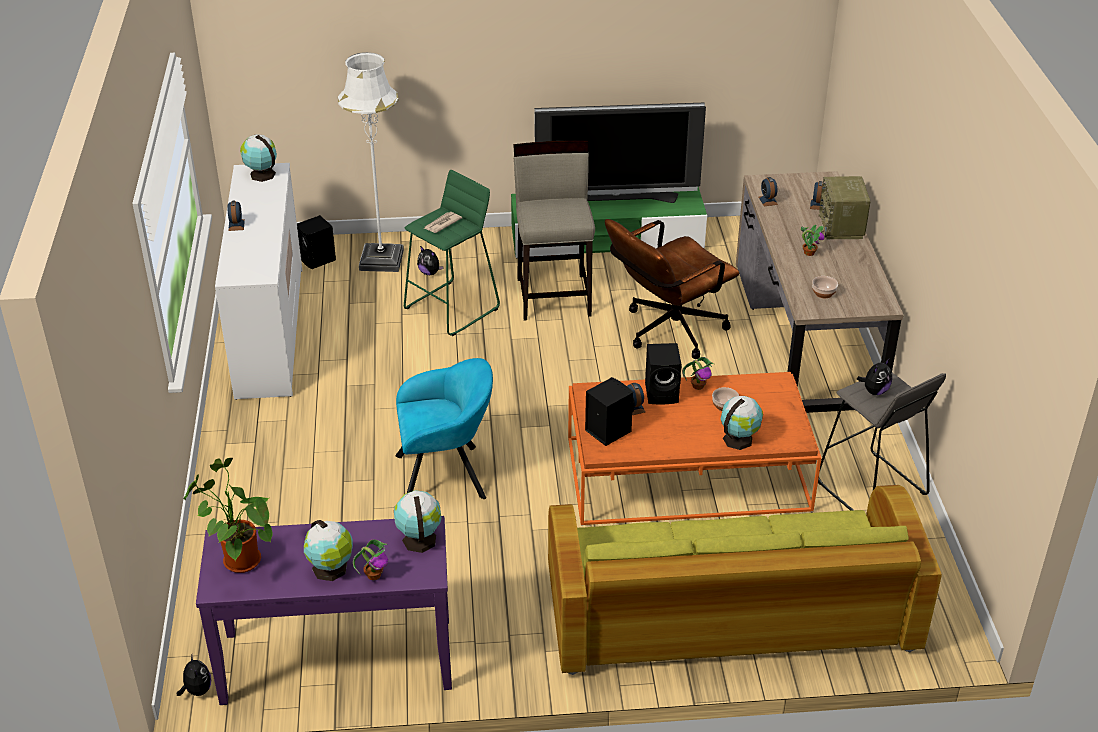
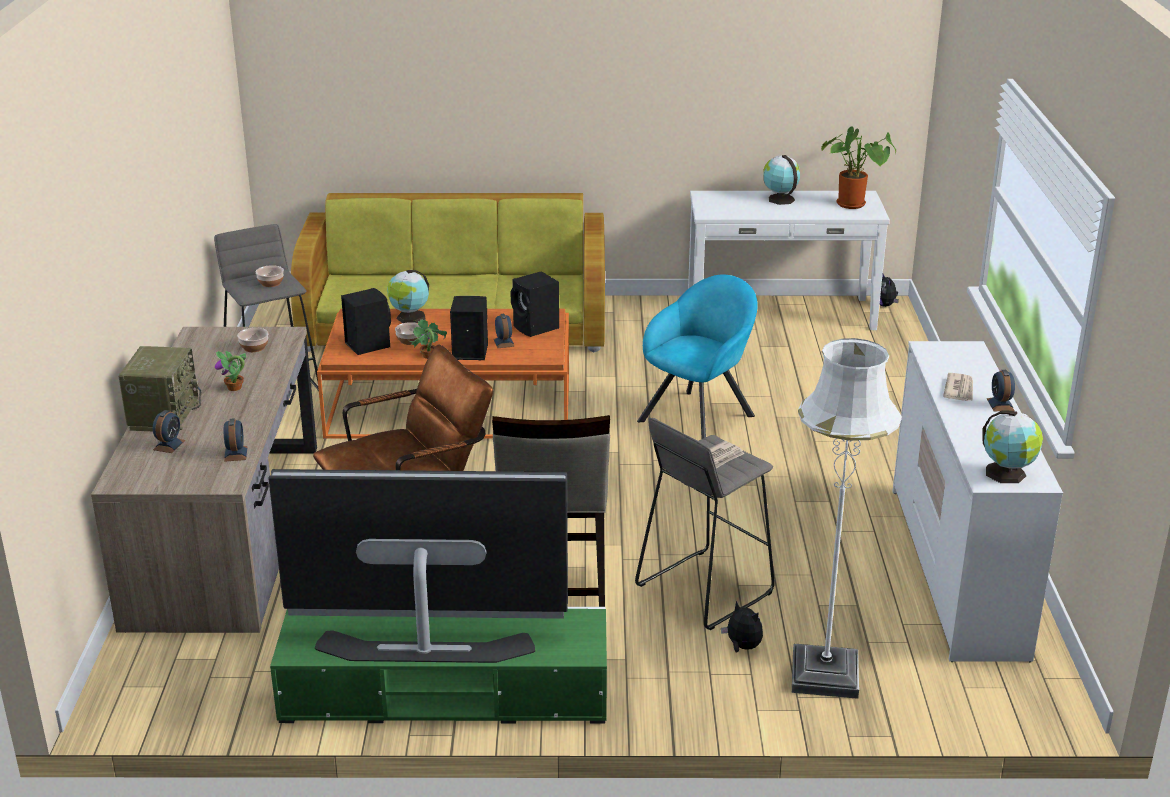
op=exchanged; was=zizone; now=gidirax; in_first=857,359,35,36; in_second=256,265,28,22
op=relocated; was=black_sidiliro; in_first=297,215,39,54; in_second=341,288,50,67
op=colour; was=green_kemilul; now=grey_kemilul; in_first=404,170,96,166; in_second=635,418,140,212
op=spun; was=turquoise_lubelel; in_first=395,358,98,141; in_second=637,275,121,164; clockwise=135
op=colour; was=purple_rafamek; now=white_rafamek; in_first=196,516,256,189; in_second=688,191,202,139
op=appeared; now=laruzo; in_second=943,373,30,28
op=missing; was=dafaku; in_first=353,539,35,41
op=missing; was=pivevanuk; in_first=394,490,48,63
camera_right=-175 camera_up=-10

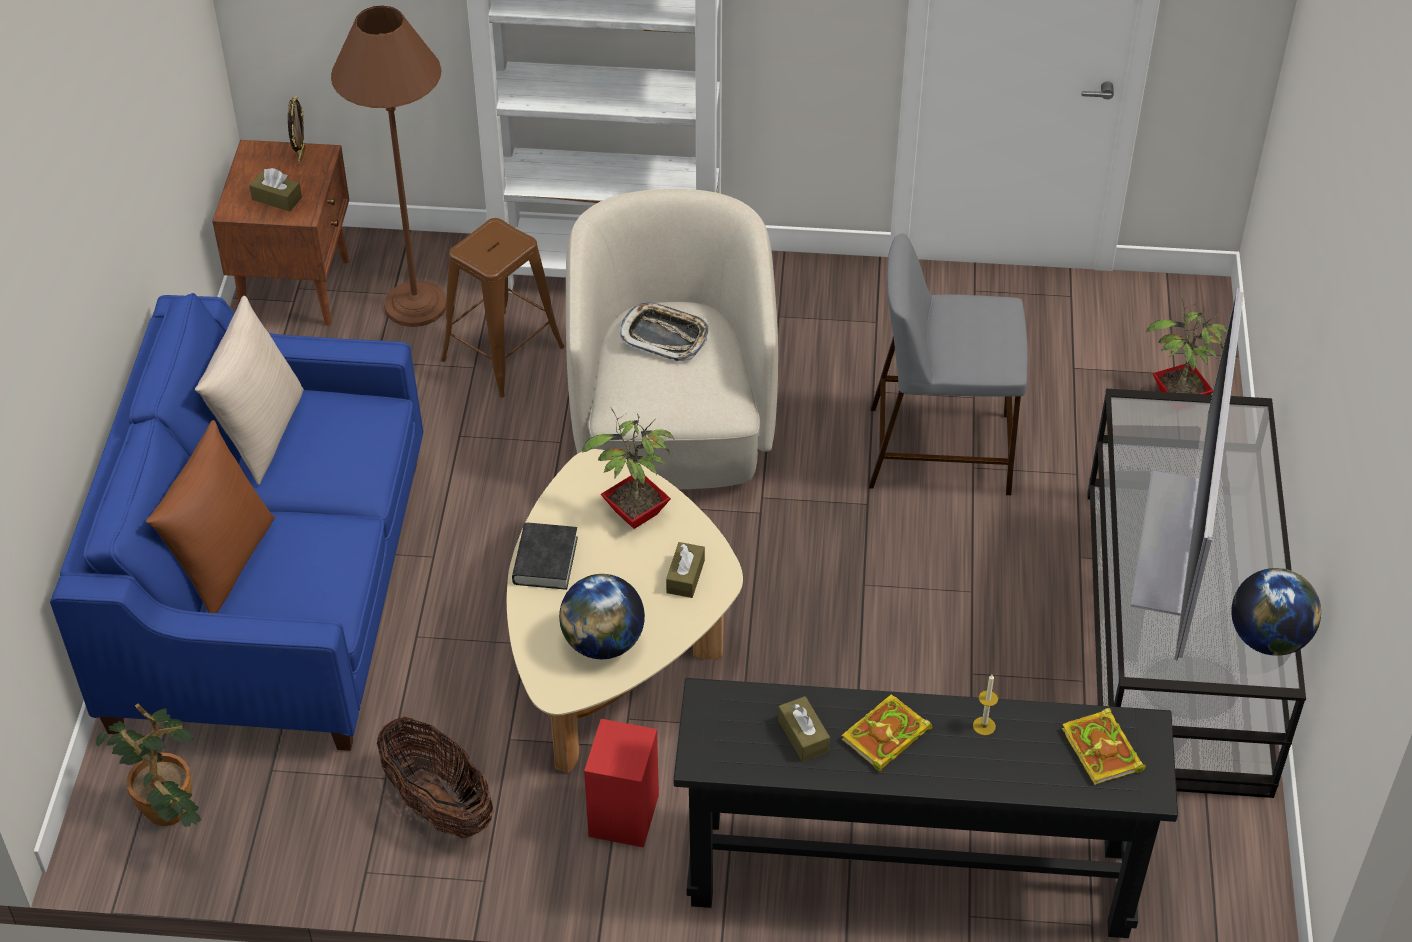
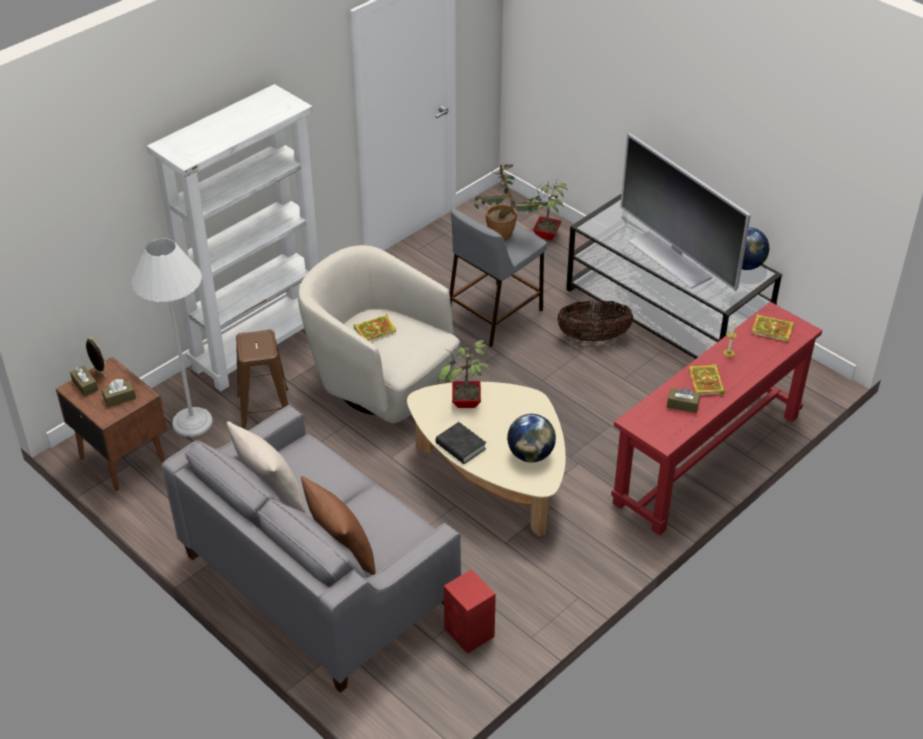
op=relocated; was=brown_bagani; in_first=666,542,39,56; in_second=70,366,28,30
op=colour; was=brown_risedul; now=white_risedul; in_first=331,6,115,321; in_second=132,238,81,199
op=colour; was=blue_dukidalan; now=grey_dukidalan; in_first=50,293,373,458; in_second=162,405,299,288
op=exchanged; was=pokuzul; now=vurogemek; in_first=620,302,89,59; in_second=353,314,44,27
op=relocated; was=red_sidiliro; in_first=584,719,75,129; in_second=444,569,52,85
op=relocated; was=dafaku; in_first=96,704,105,123; in_second=474,164,72,77
op=relocated; was=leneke; in_first=377,717,116,122; in_second=557,300,77,42
op=colour; was=black_rafamek; now=red_rafamek; in_first=673,678,505,260; in_second=611,302,211,234
camera_right=-50 camera_up=-5

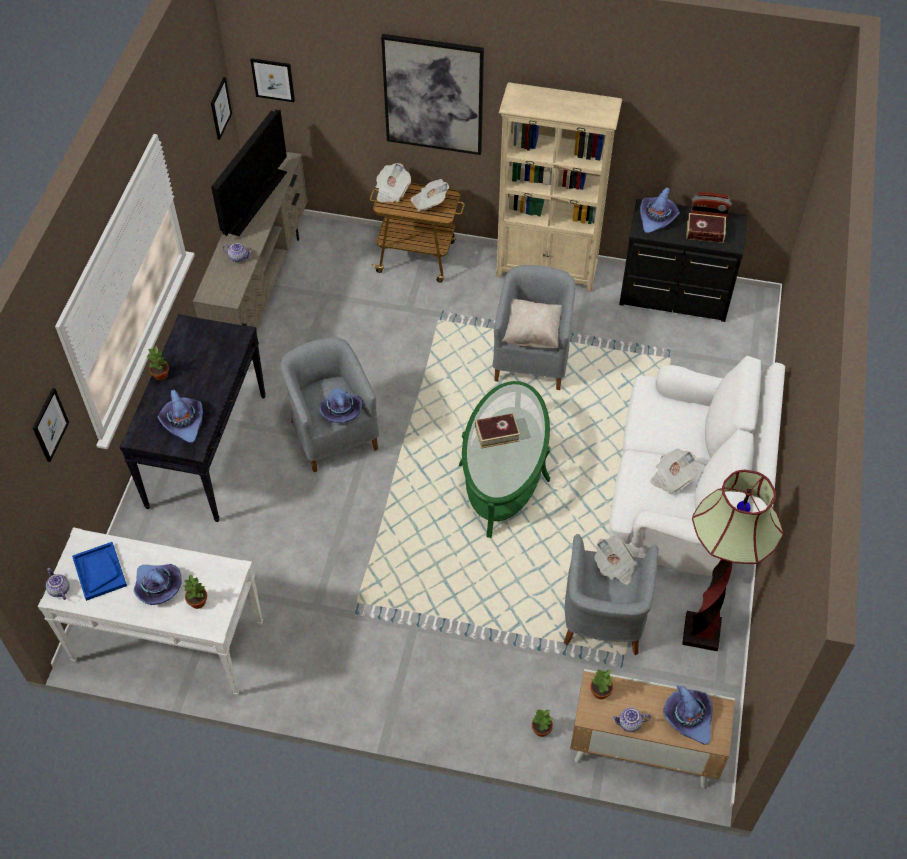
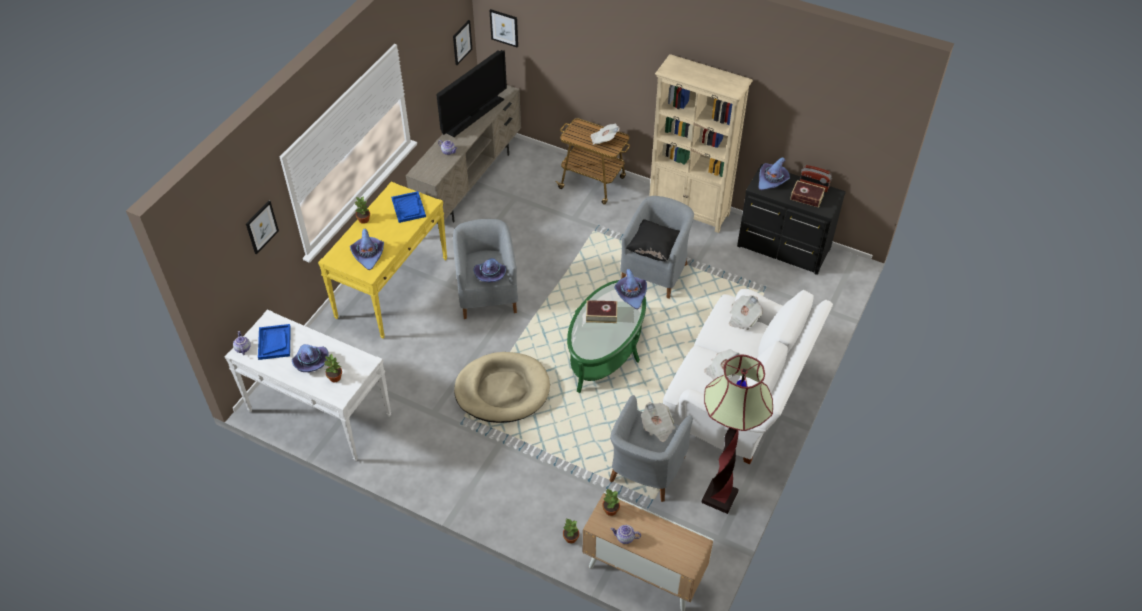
op=colour; was=black_rafamek; now=yellow_rafamek; in_first=120,314,146,208; in_second=318,182,130,157
op=appeared; now=blue_pokuzul; in_second=391,191,35,32
op=appeared; now=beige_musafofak; in_second=454,352,96,71
op=relocated; was=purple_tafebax; in_first=663,686,50,59; in_second=614,269,33,40
op=colour; was=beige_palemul; now=black_palemul; in_first=502,298,60,50; in_second=626,219,54,42
op=relocated; was=laruzo; in_first=376,163,35,39; in_second=729,295,34,35
op=missing; was=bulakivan; in_first=381,34,103,121
camera_right=15 camera_up=-5

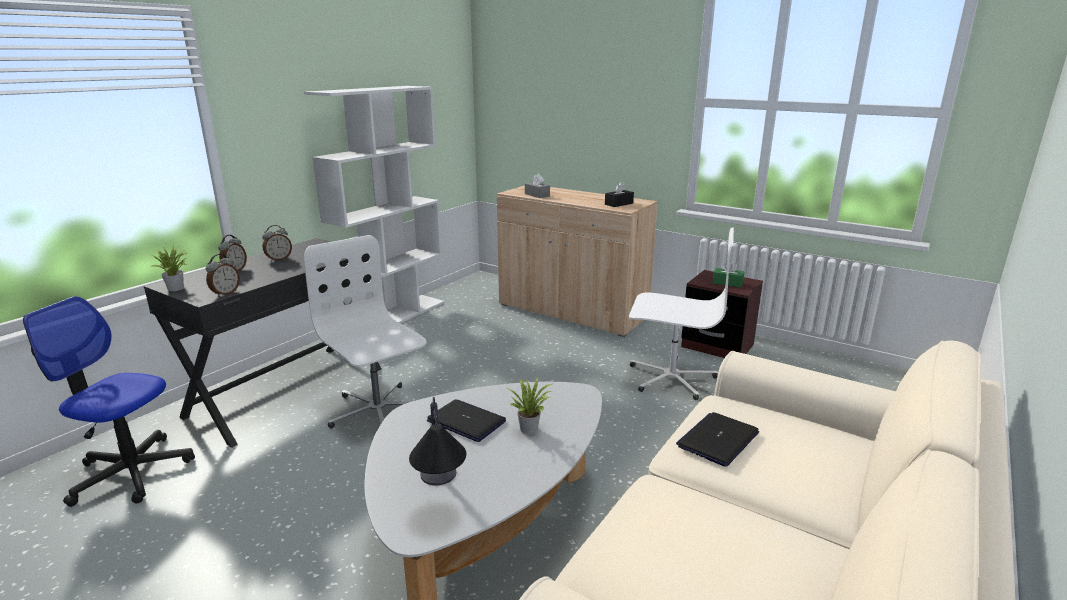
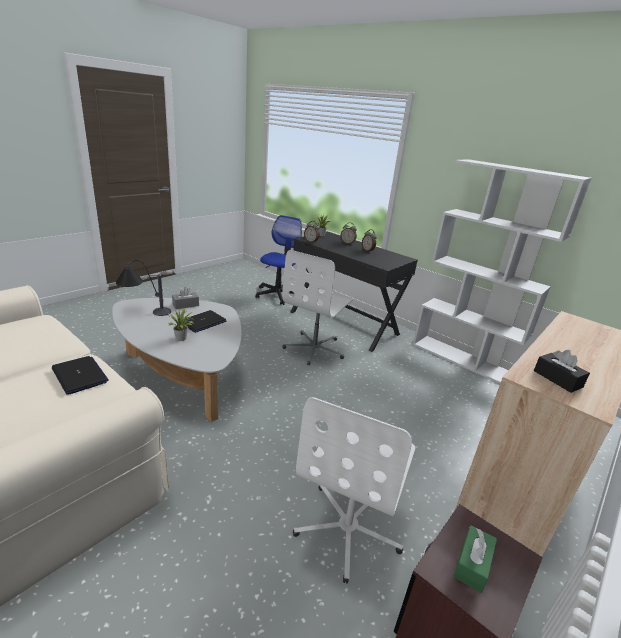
op=relocated; was=grey_bagani; in_first=525,174,25,24; in_second=172,287,27,22
op=spun; was=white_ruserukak; in_first=304,235,122,194; in_second=282,250,71,115; clockwise=150
camera_right=95 camera_up=5

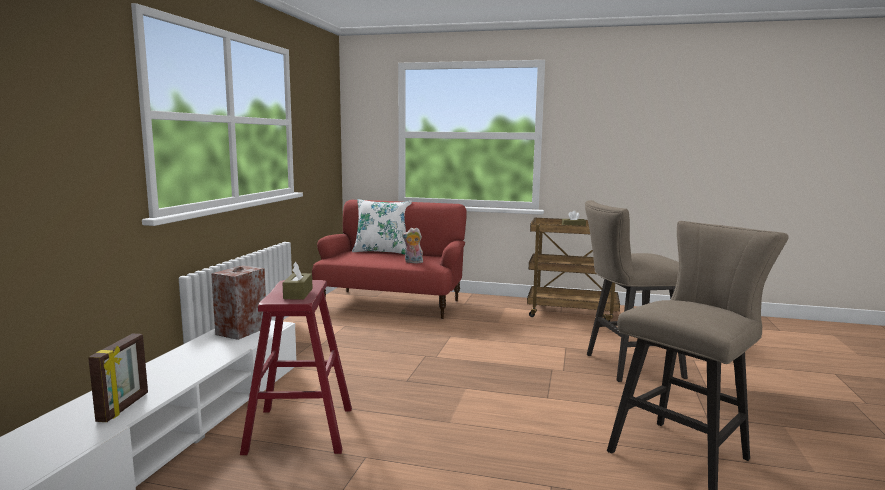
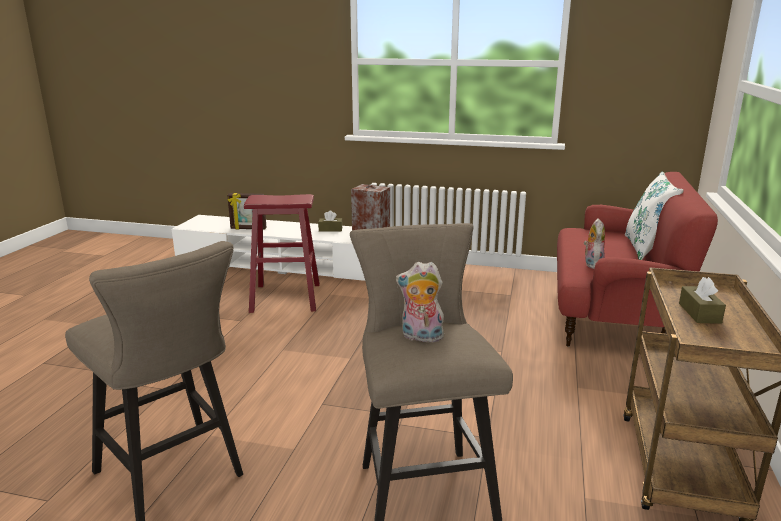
op=relocated; was=brown_bagani; in_first=283,262,30,37; in_second=318,210,25,22
op=appeared; now=zizone; in_second=396,262,48,80
camera_right=90 camera_up=10

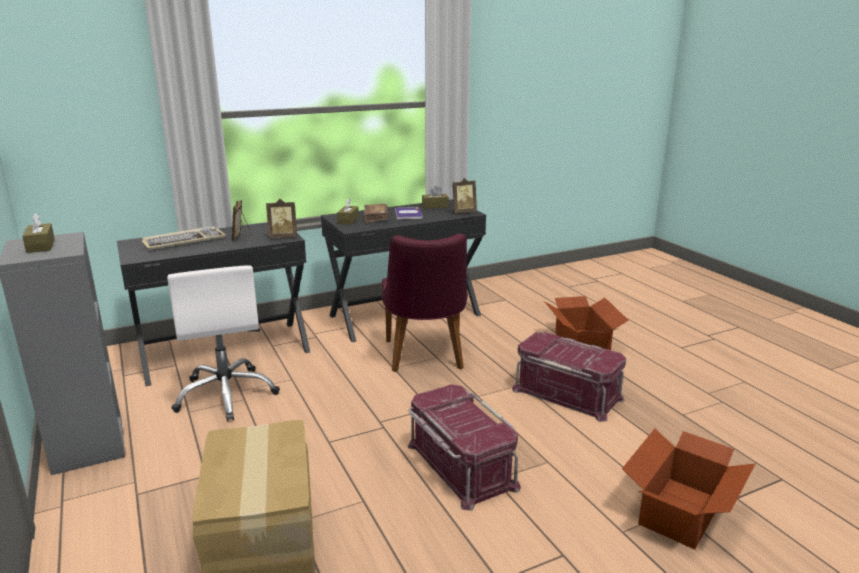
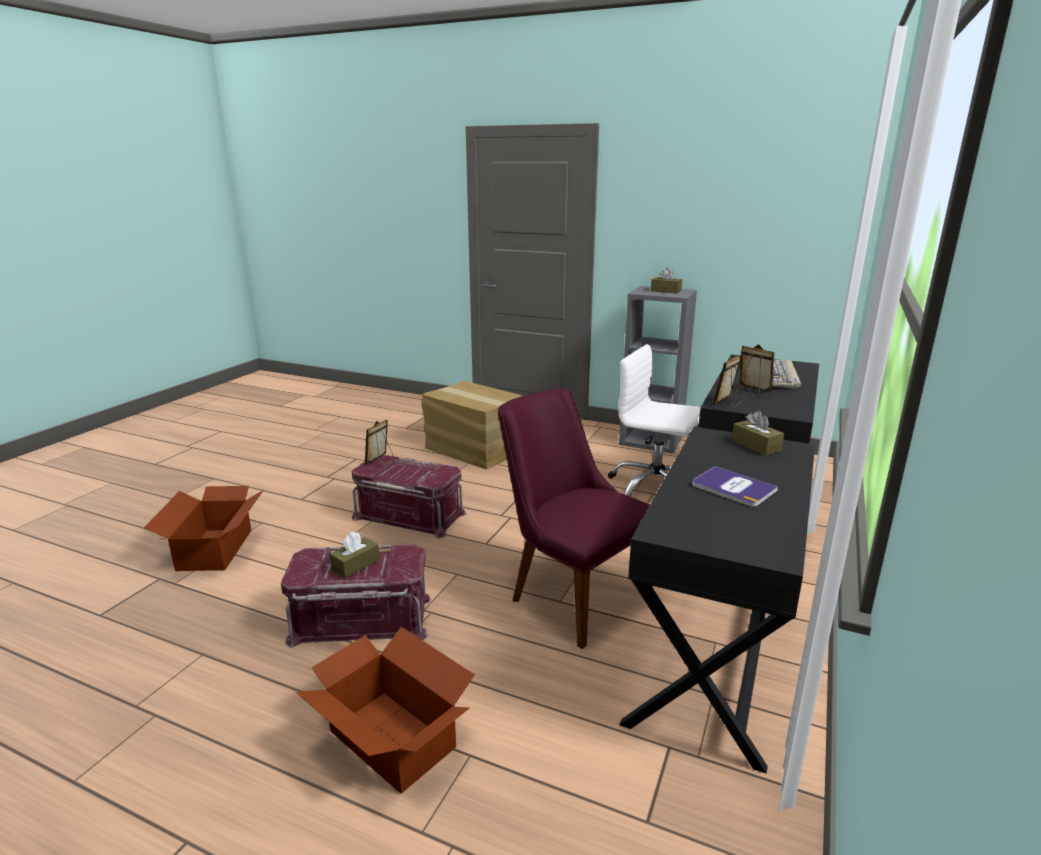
op=relocated; was=brown_bagani; in_first=422,186,27,23; in_second=329,532,51,46
op=relocated; was=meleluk; in_first=452,178,25,35; in_second=365,420,29,47
op=missing; was=brown_vurogemek; in_first=364,204,24,19
camera_right=140 camera_up=0

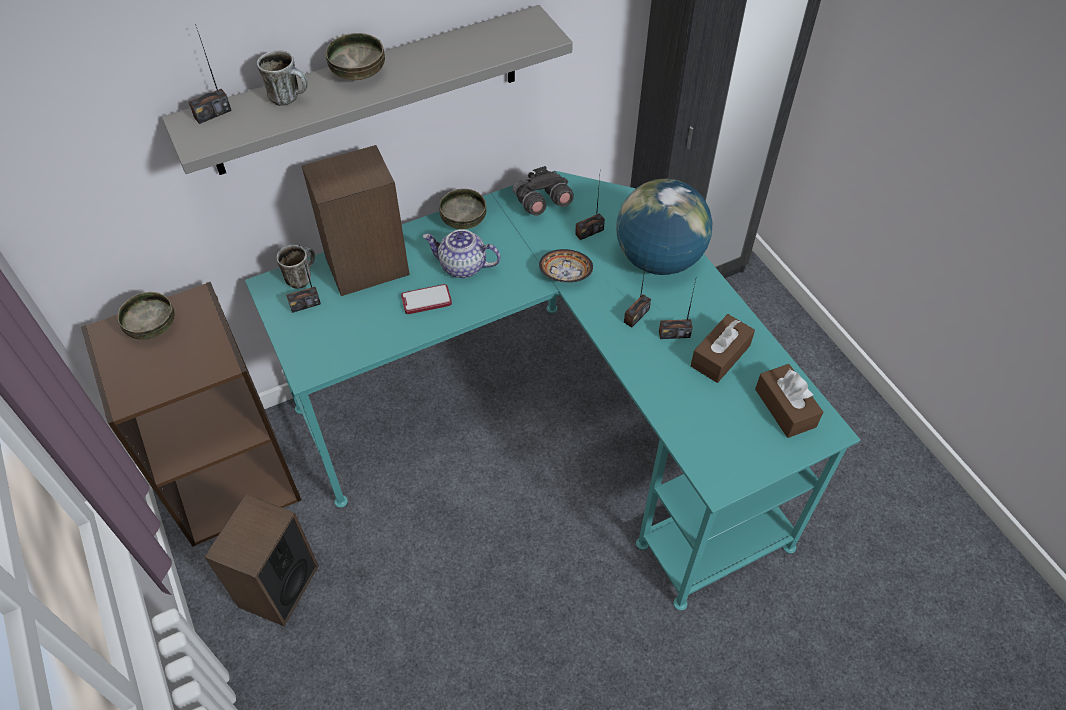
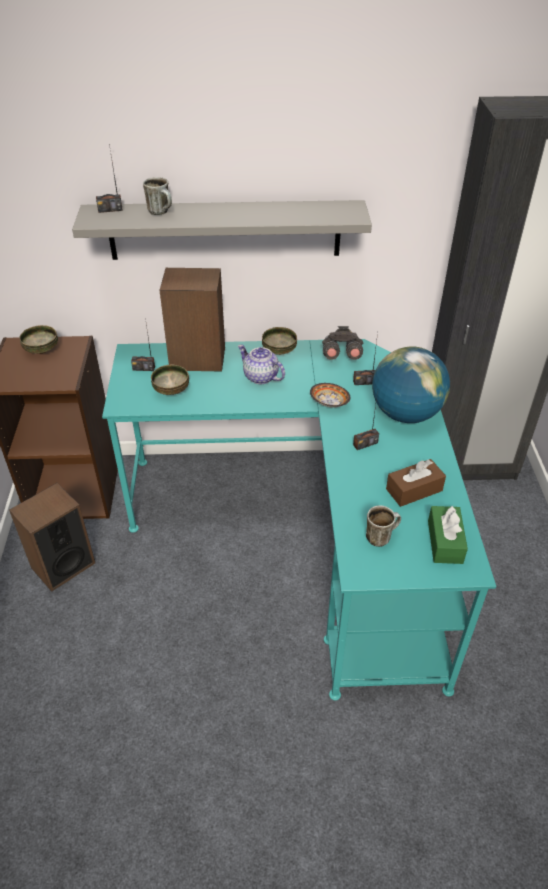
op=relocated; was=gidirax; in_first=325,33,60,47; in_second=151,365,38,30
op=relocated; was=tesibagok; in_first=276,245,39,44; in_second=366,505,35,42
op=colour; was=brown_bagani; now=green_bagani; in_first=755,364,68,74; in_second=428,506,40,58
op=missing; was=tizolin; in_first=401,284,51,30
op=missing; was=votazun; in_first=659,276,38,63
camera_right=25 camera_up=-10

